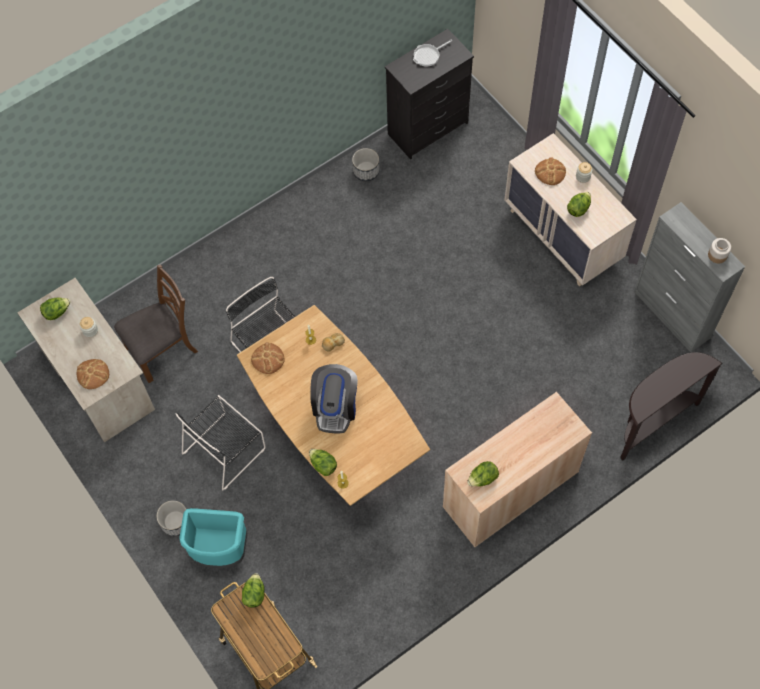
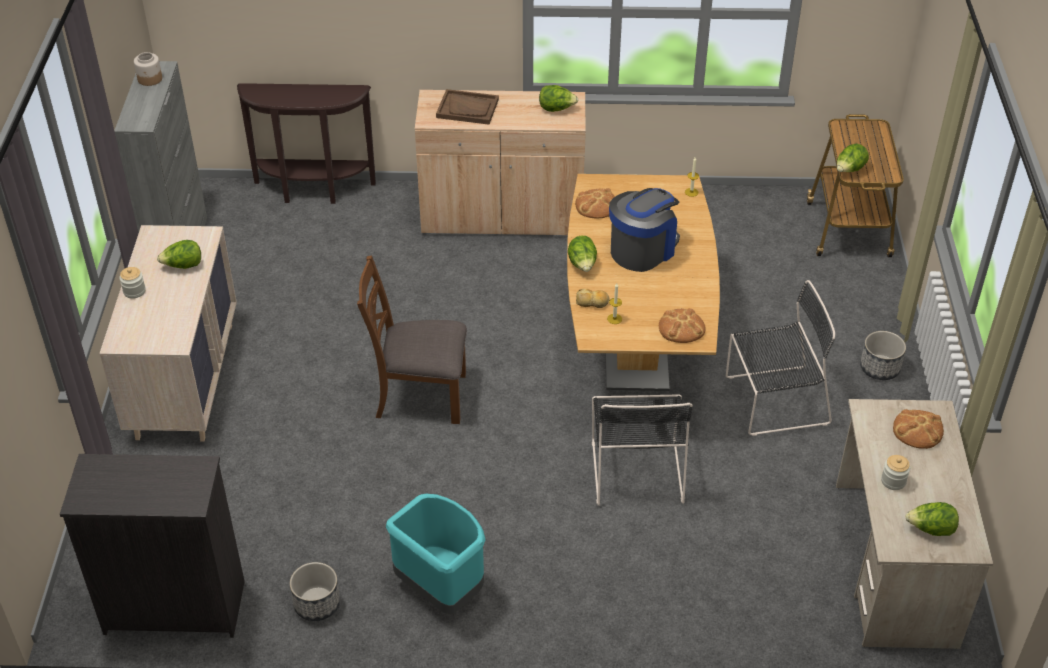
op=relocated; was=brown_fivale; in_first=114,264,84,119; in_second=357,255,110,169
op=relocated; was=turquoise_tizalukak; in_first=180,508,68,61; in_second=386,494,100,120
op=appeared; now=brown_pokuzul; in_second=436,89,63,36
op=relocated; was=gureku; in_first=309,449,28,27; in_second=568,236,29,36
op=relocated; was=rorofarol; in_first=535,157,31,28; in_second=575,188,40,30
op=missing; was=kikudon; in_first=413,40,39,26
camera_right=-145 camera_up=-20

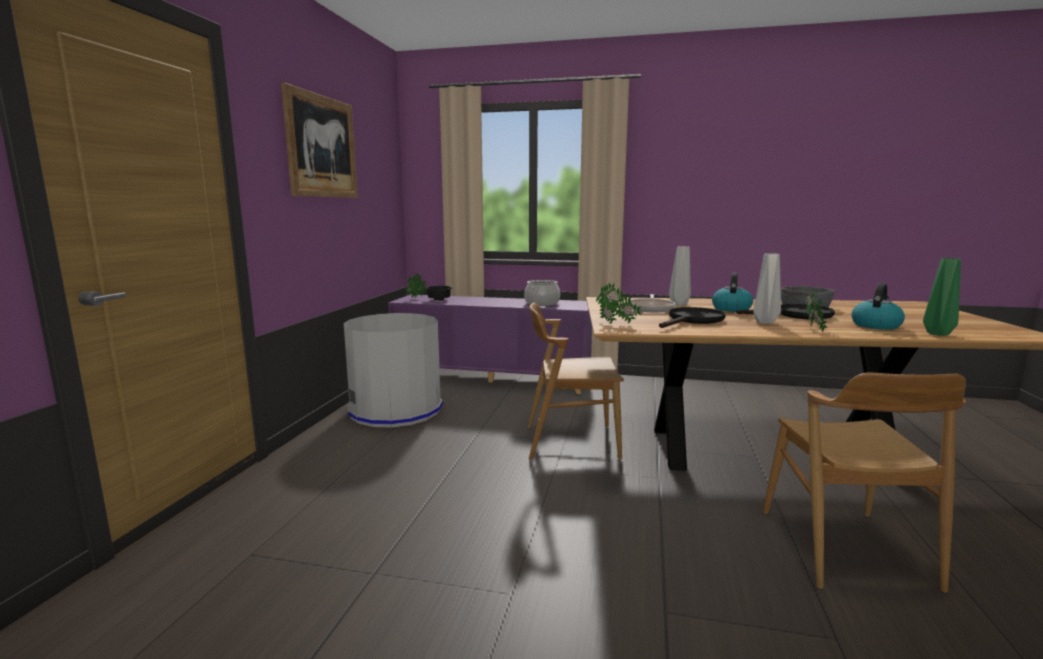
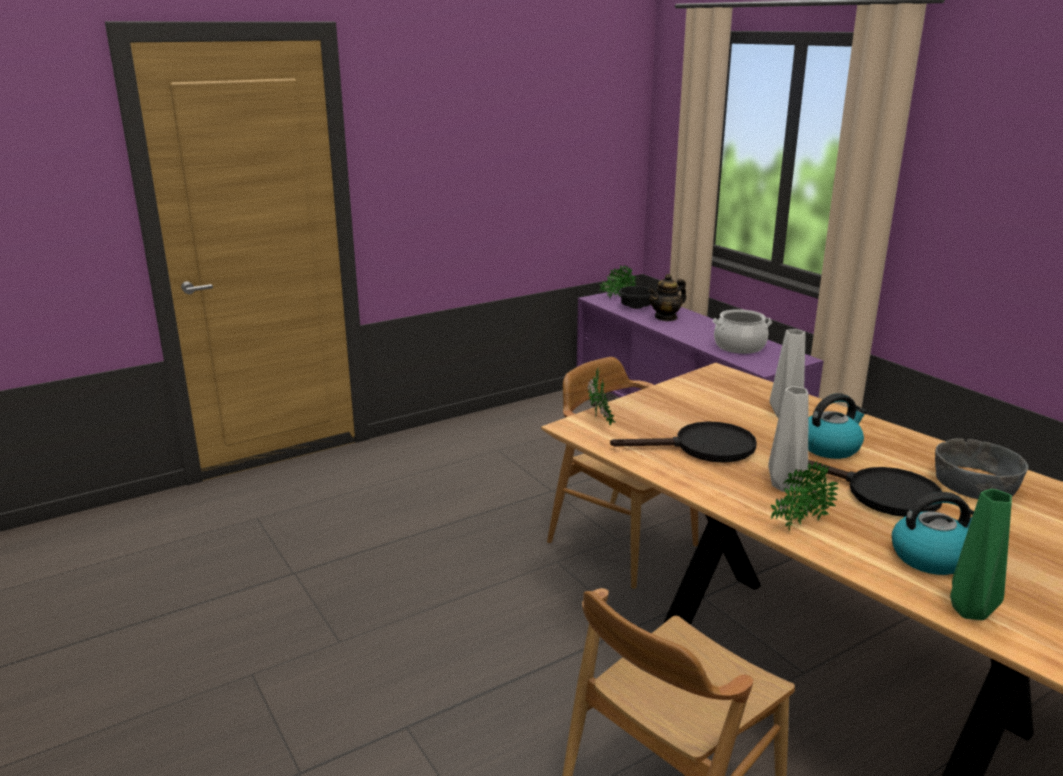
op=appeared; now=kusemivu; in_second=648,274,38,47
op=missing; was=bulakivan; in_first=281,83,77,115
op=missing; was=grey_tizalukak; in_first=344,313,99,115
op=missing; was=kikudon; in_first=629,294,47,18
camera_right=45 camera_up=10

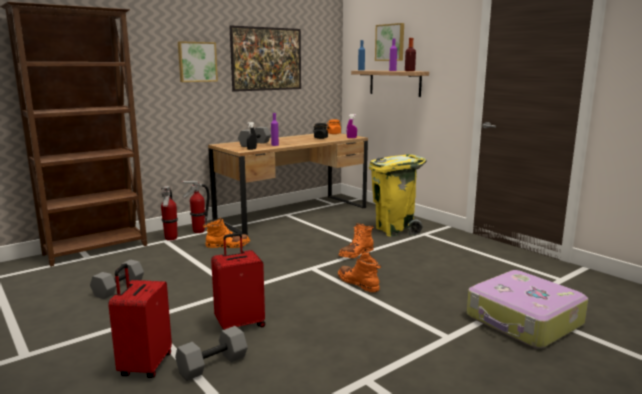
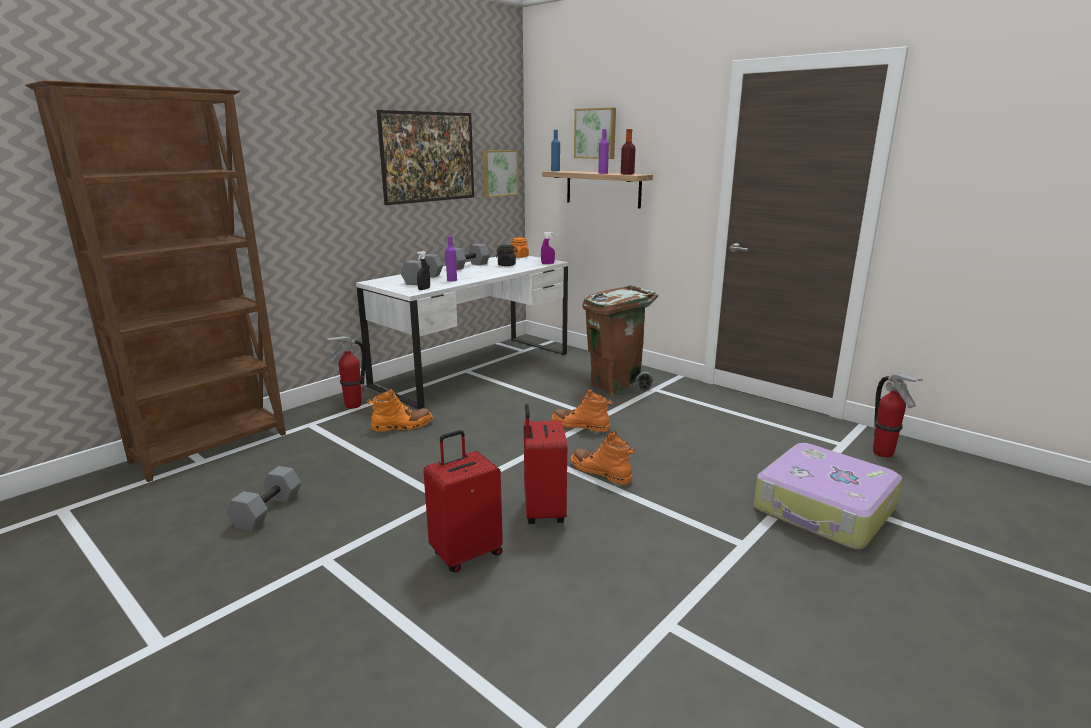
op=colour; was=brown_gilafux; now=white_gilafux; in_first=208,133,160,102; in_second=356,256,212,153
op=relocated; was=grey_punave; in_first=175,326,73,55; in_second=444,244,46,26
op=relocated; was=bulakivan; in_first=178,41,40,41; in_second=482,150,37,48
op=relocated; was=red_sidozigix; in_first=108,263,64,115; in_second=524,404,43,120
op=spun; was=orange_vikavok; in_first=339,223,35,35; in_second=551,389,62,43; clockwise=75
op=colour; was=yellow_tizalukak; now=brown_tizalukak; in_first=369,154,58,83; in_second=582,286,76,110
op=relocated; was=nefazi; in_first=161,186,17,55; in_second=873,374,50,84
camera_right=-10 camera_up=5

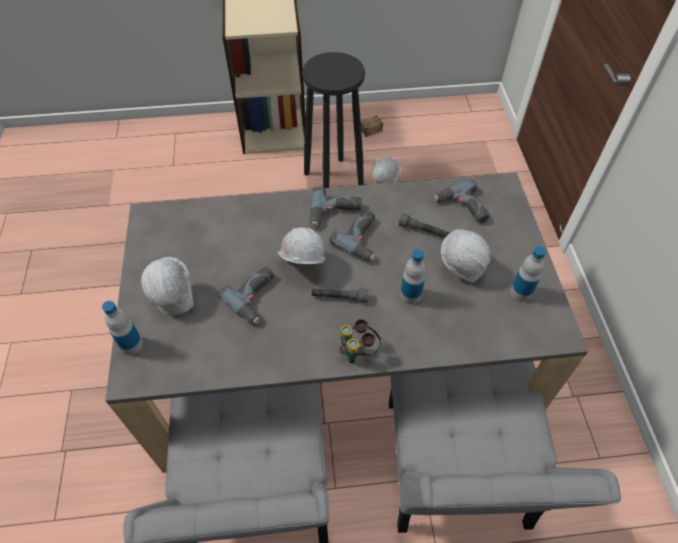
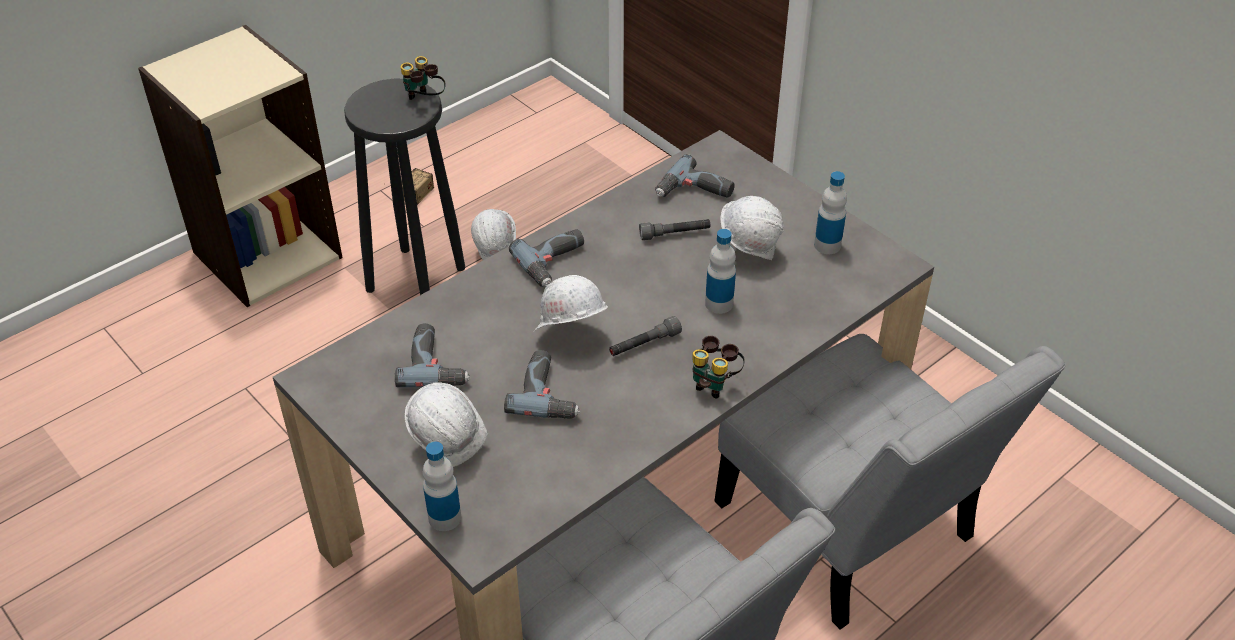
op=relocated; was=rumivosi; in_first=330,210,45,51; in_second=395,323,75,64
op=appeared; now=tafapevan; in_second=401,56,45,44
camera_right=-35 camera_up=-10

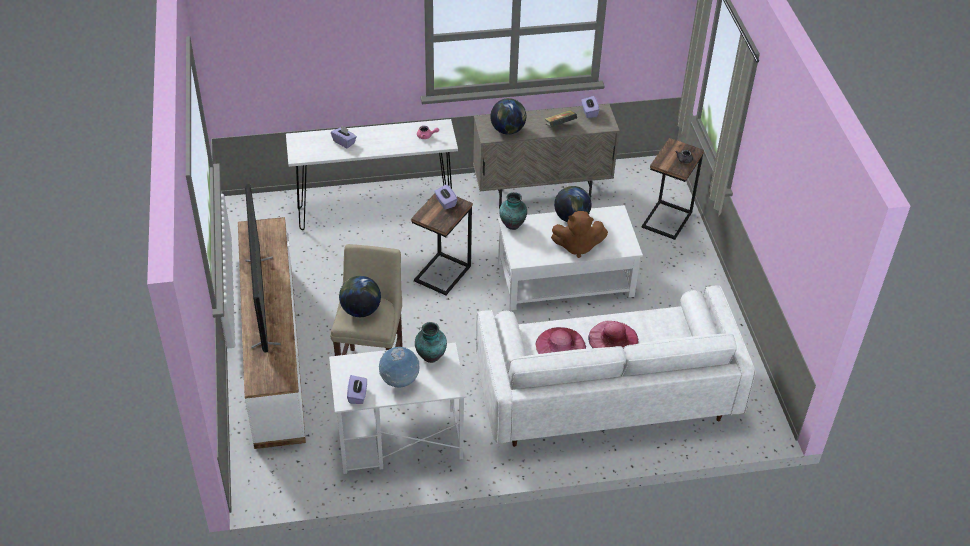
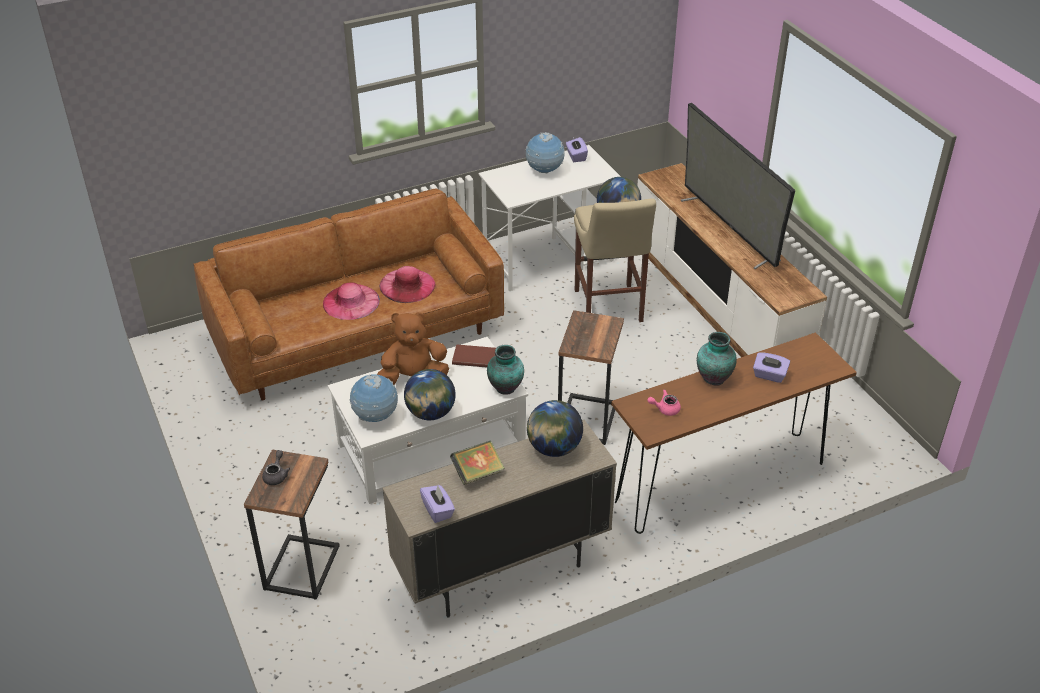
op=colour; was=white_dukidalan; now=brown_dukidalan; in_first=476,285,279,162; in_second=193,189,311,211
op=appeared; now=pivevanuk; in_second=350,374,48,48
op=appeared; now=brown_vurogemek; in_second=452,344,44,23
op=colour; was=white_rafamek; now=brown_rafamek; in_first=286,119,172,111; in_second=611,333,246,201
op=relocated; was=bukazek; in_first=415,322,32,41; in_second=697,332,40,54
op=missing; was=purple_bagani; in_first=434,184,23,26
camera_right=165 camera_up=-5

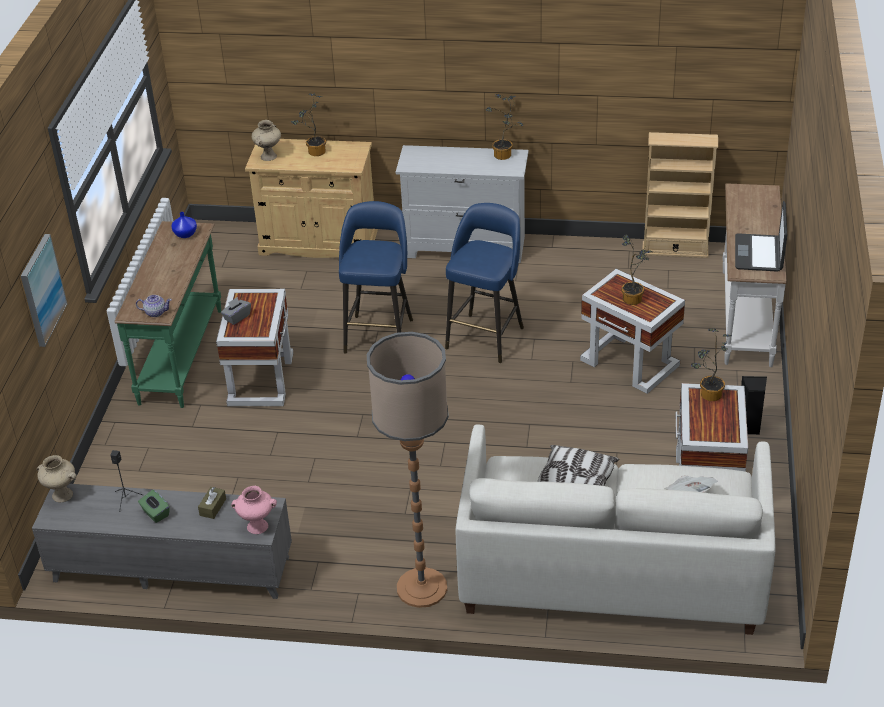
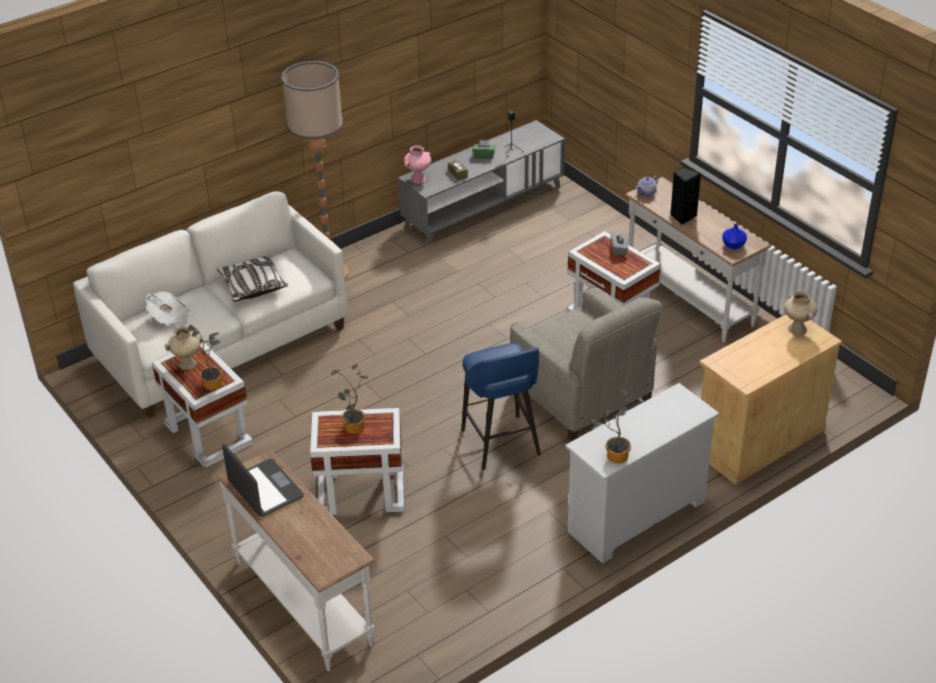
op=relocated; was=beige_bukazek; in_first=37,455,40,48; in_second=165,326,38,44
op=exchanged; was=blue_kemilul; now=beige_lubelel; in_first=339,201,74,153; in_second=510,287,152,154
op=colour; was=green_rafamek; now=white_rafamek; in_first=115,221,106,187; in_second=624,177,147,166
op=relocated; was=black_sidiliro; in_first=741,376,26,59; in_second=670,167,31,58
op=missing; was=bulakivan; in_first=21,234,46,113
op=missing; was=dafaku; in_first=291,93,35,63
op=missing; was=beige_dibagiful; in_first=642,132,76,126
camera_right=135 camera_up=0

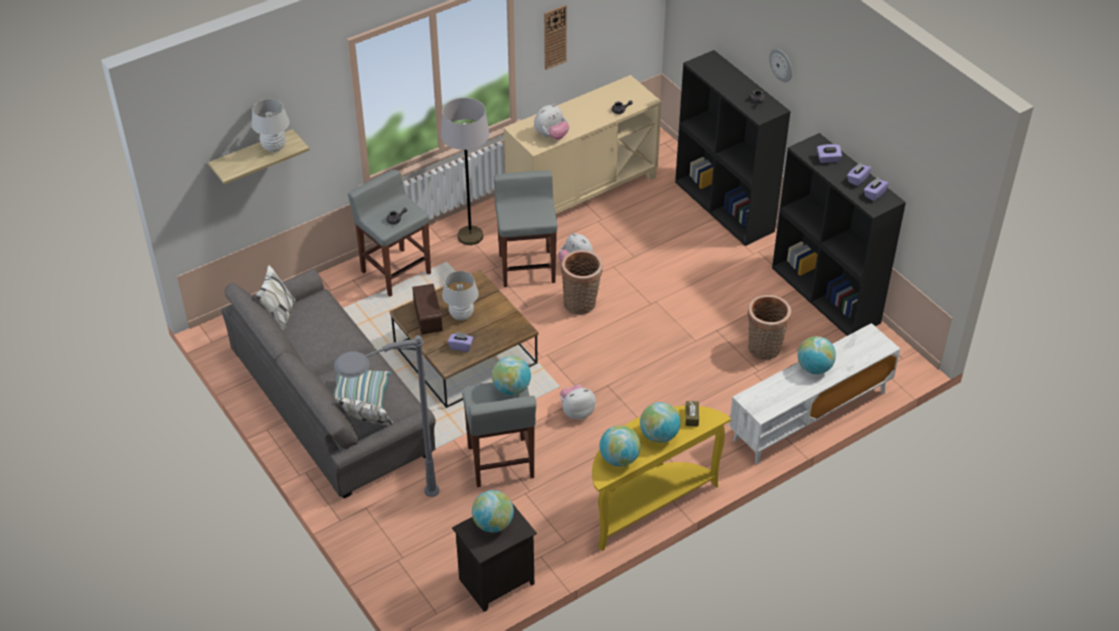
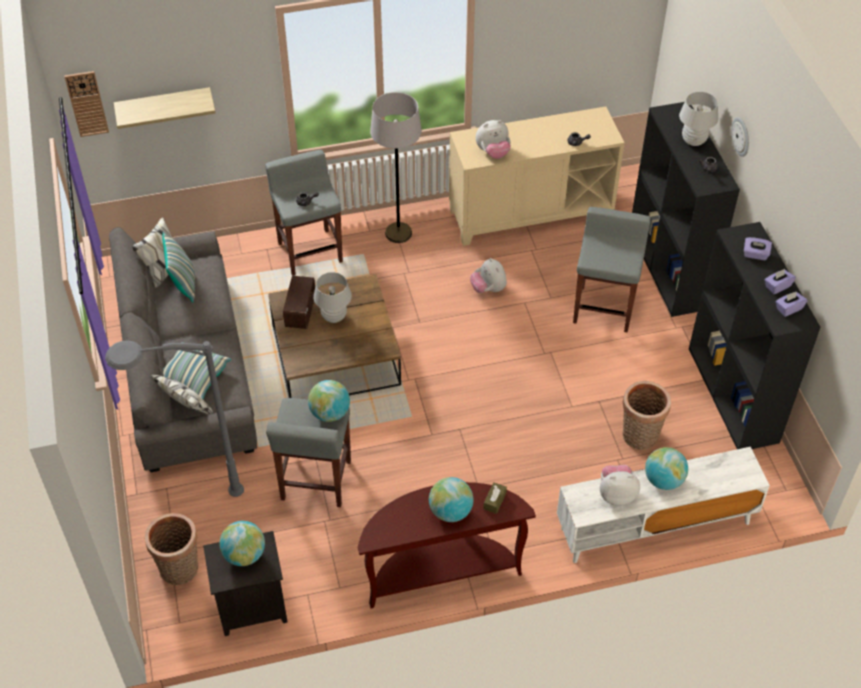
op=relocated; was=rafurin; in_first=544,5,23,65; in_second=64,71,45,66
op=relocated; was=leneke; in_first=561,250,42,65; in_second=145,513,53,72
op=appeared; now=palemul; in_second=162,231,33,71
op=colour; was=yellow_rafamek; now=brown_rafamek; in_first=592,406,139,145; in_second=358,482,178,127
op=relocated; was=grey_kemilul; in_first=494,171,63,116; in_second=573,207,77,125
op=relocated; was=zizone; in_first=560,385,36,35; in_second=600,465,40,41
op=relocated; was=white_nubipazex; in_first=251,99,38,53; in_second=679,92,39,54
op=missing; was=purple_bagani; in_first=448,332,25,20
op=missing; was=pivevanuk; in_first=599,425,42,42
camera_right=20 camera_up=5

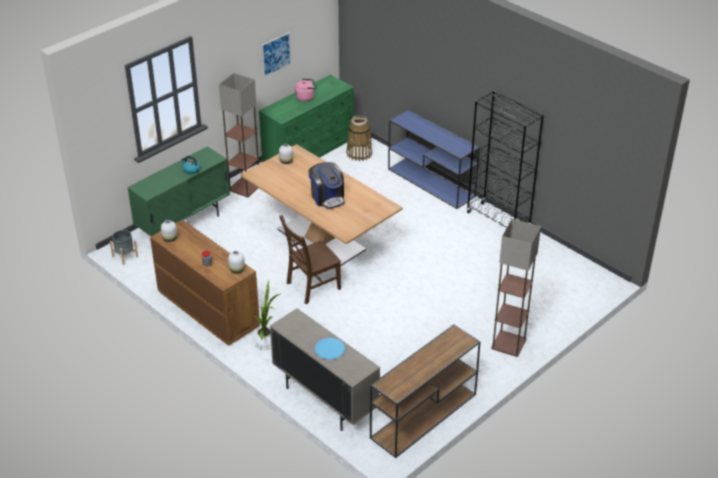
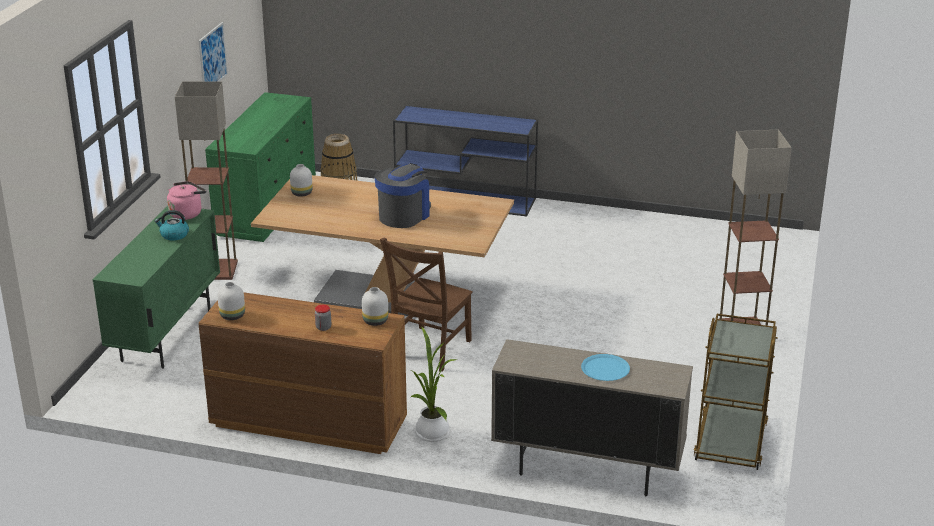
op=relocated; was=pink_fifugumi; in_first=295,79,22,23; in_second=167,181,39,39
op=spun; was=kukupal; in_first=308,162,37,47; in_second=374,163,57,65; clockwise=-90
op=exchanged; was=brown_rafamek; now=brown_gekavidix; in_first=370,325,111,133; in_second=693,314,85,156
op=missing; was=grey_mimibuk; in_first=110,230,28,35
op=missing; was=black_dibagiful; in_first=467,90,77,138
camera_right=-30 camera_up=-10

